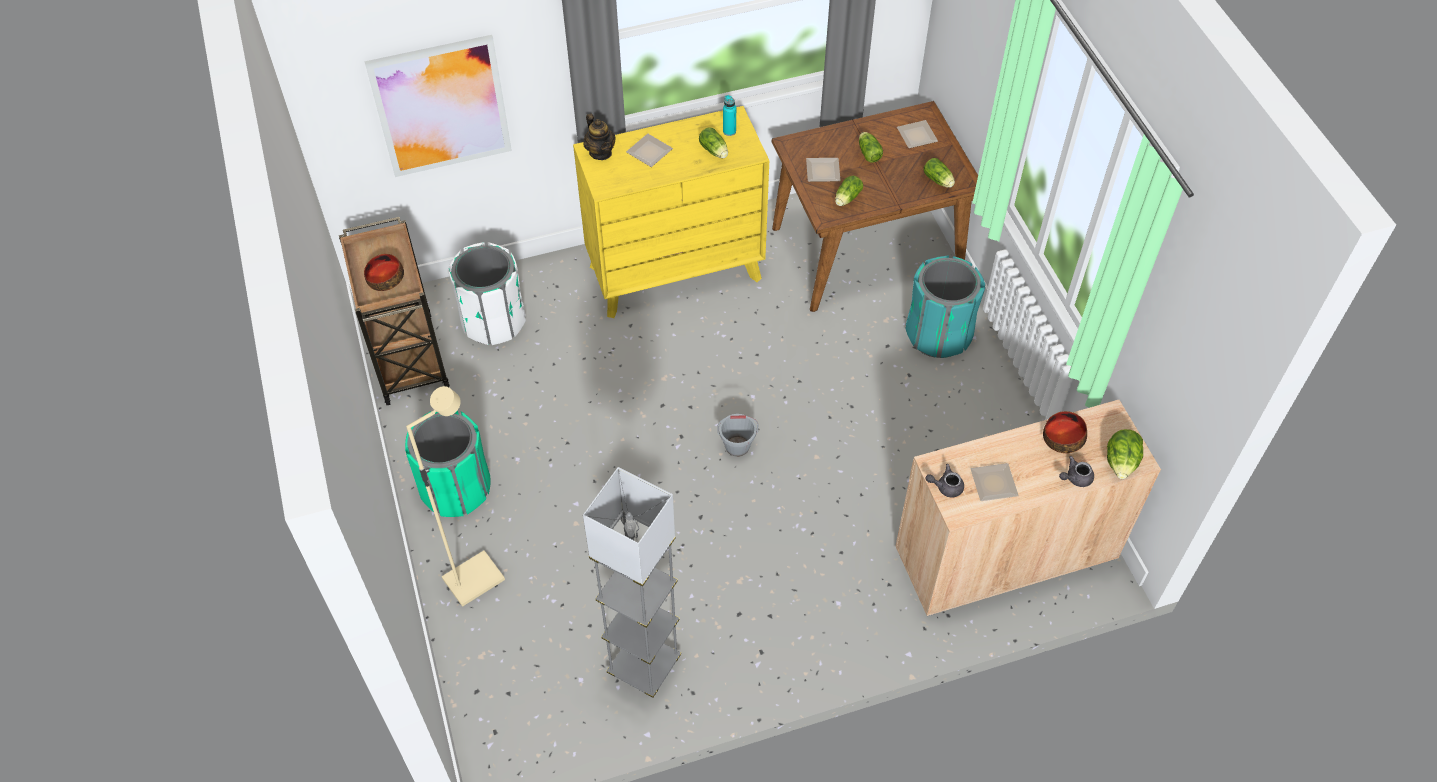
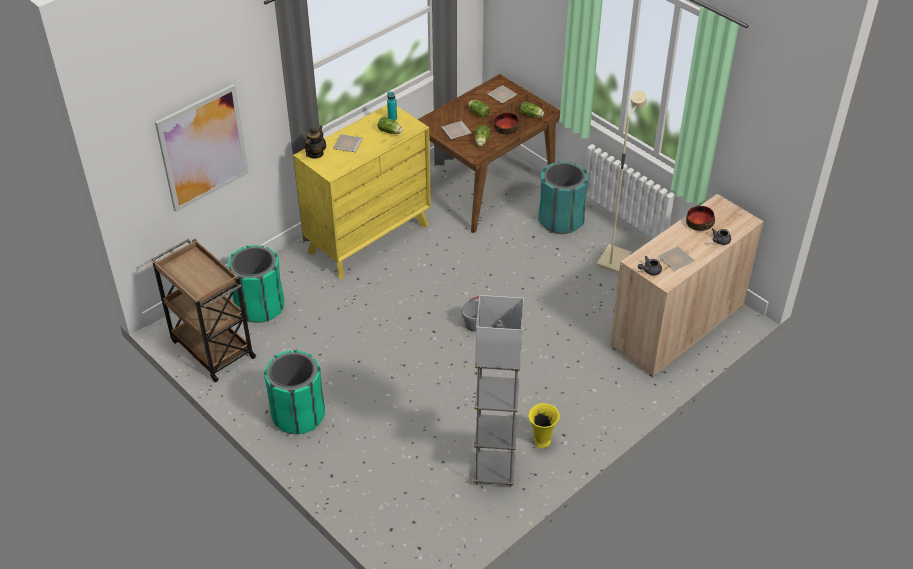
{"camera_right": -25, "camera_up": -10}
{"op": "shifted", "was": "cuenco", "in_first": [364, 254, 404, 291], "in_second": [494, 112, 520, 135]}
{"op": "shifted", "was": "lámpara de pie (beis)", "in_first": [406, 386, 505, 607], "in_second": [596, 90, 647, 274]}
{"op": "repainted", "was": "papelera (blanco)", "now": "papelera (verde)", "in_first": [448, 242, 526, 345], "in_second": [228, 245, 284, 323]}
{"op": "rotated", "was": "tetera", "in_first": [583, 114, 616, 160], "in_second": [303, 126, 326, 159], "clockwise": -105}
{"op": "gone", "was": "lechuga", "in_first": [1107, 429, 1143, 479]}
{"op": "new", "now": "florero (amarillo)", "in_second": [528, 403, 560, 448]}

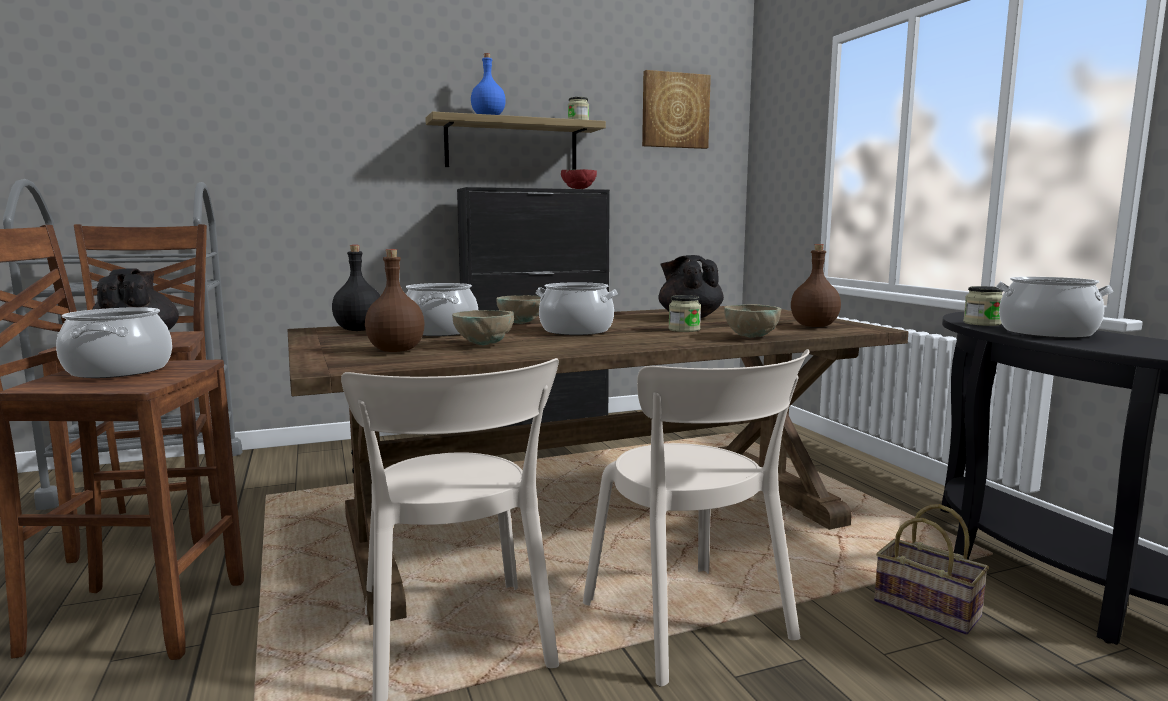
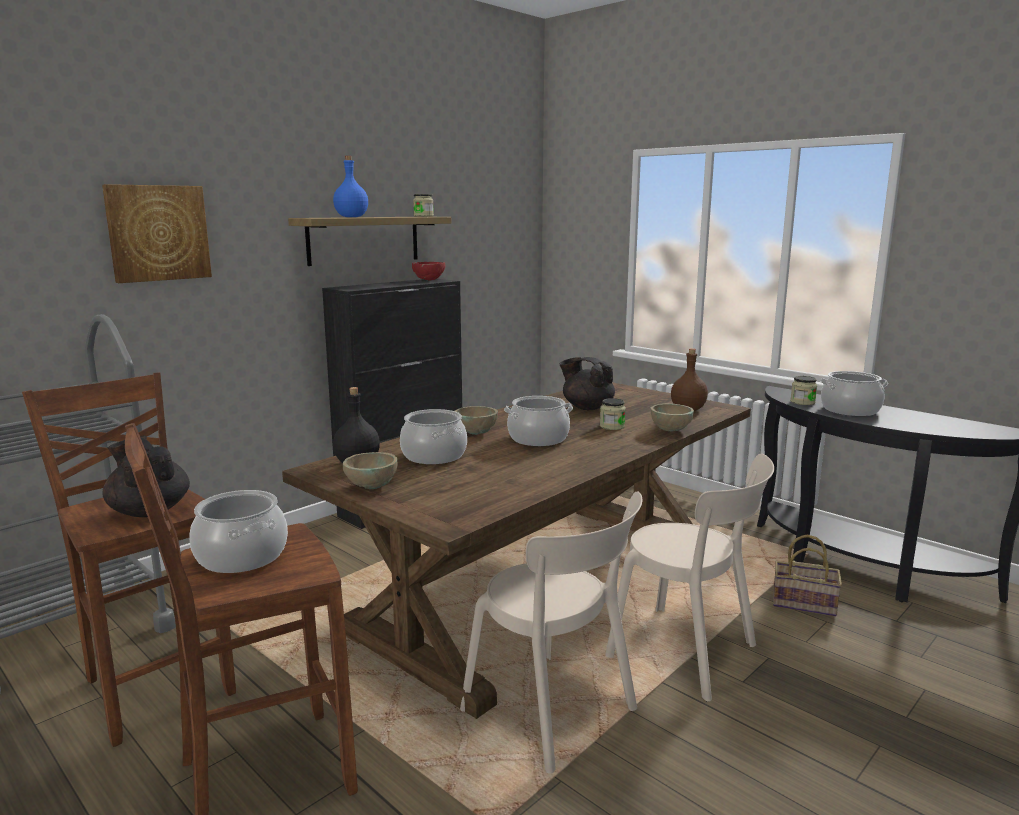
{"camera_right": -25, "camera_up": 5}
{"op": "gone", "was": "botella (marrón)", "in_first": [365, 249, 425, 352]}
{"op": "shifted", "was": "cuenco (beis)", "in_first": [452, 310, 514, 345], "in_second": [343, 452, 398, 489]}
{"op": "shifted", "was": "cuadro", "in_first": [642, 70, 711, 149], "in_second": [102, 184, 212, 283]}

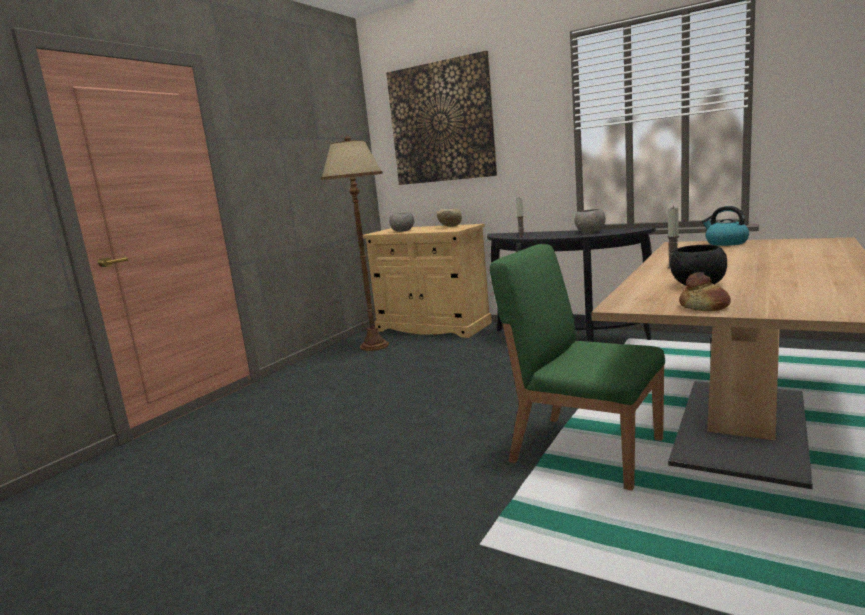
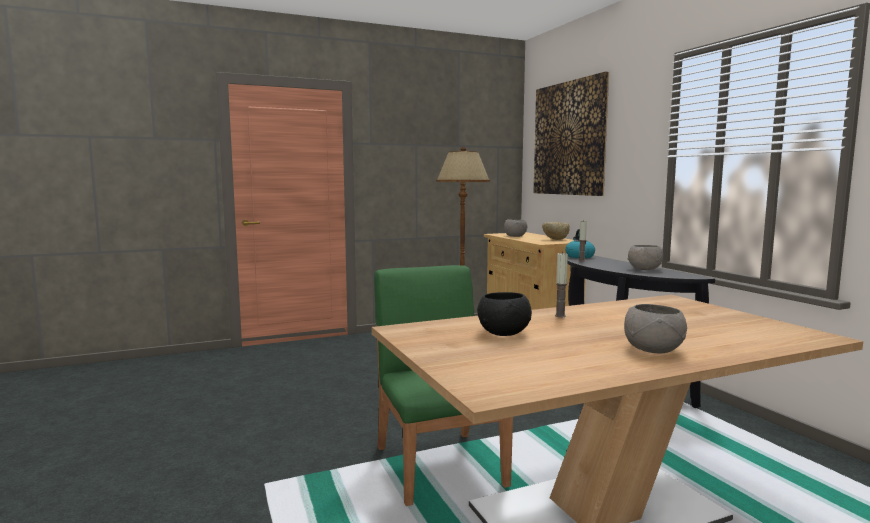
{"camera_right": 35, "camera_up": -5}
{"op": "gone", "was": "pan", "in_first": [679, 272, 731, 311]}
{"op": "shifted", "was": "hervidor", "in_first": [702, 206, 749, 246], "in_second": [565, 229, 595, 258]}
{"op": "new", "now": "cuenco (gris)", "in_second": [624, 304, 687, 353]}

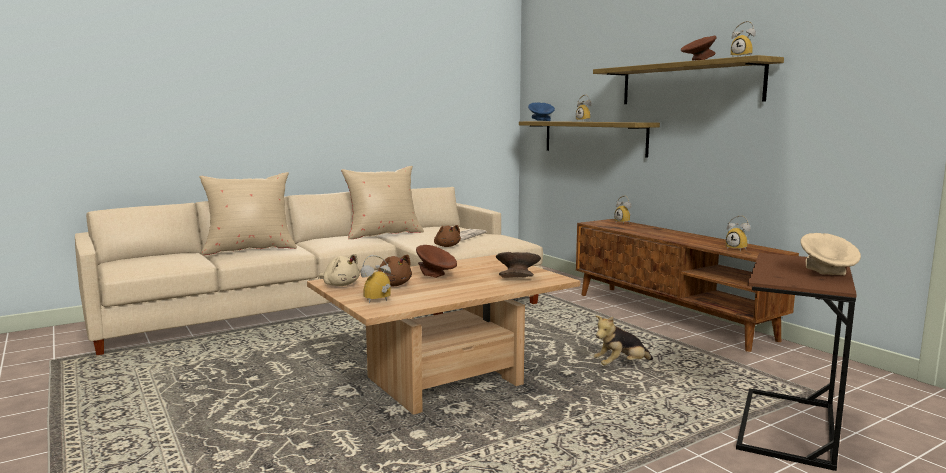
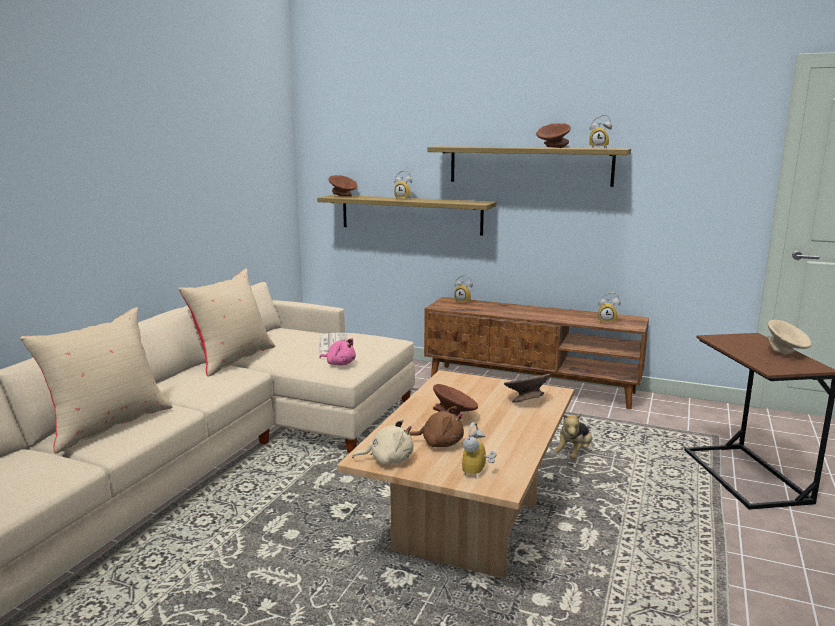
{"camera_right": -35, "camera_up": 5}
{"op": "repainted", "was": "peluche (marrón)", "now": "peluche (rosa)", "in_first": [434, 225, 461, 247], "in_second": [319, 338, 356, 366]}
{"op": "repainted", "was": "cuenco (azul)", "now": "cuenco (marrón)", "in_first": [528, 103, 555, 121], "in_second": [329, 175, 357, 196]}

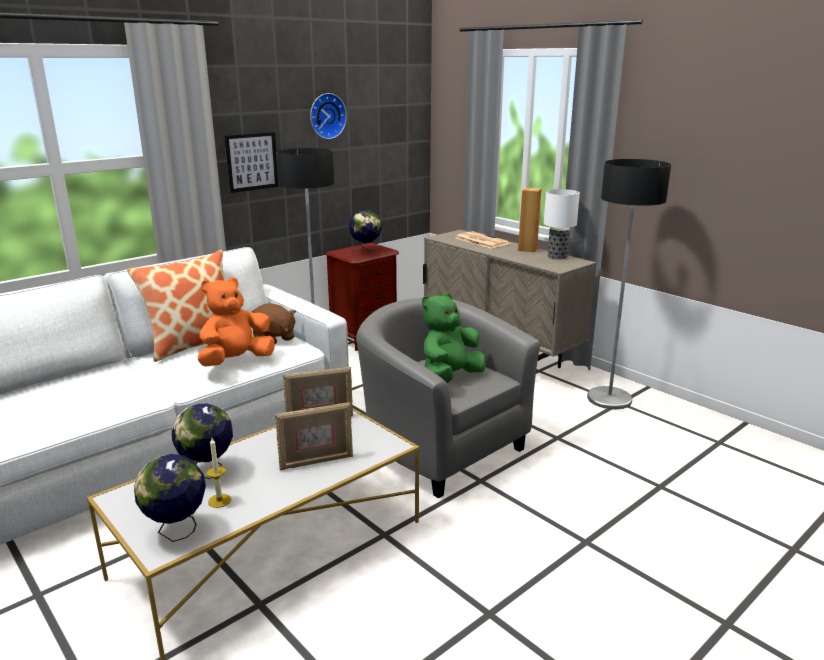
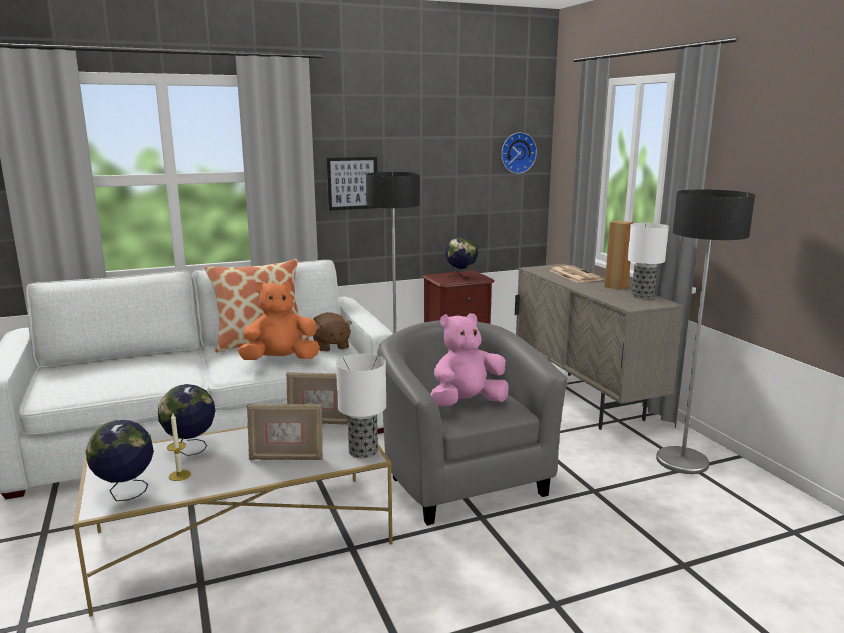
{"camera_right": 20, "camera_up": -5}
{"op": "shifted", "was": "reloj de pared", "in_first": [310, 93, 347, 139], "in_second": [501, 132, 537, 174]}
{"op": "repainted", "was": "peluche (verde)", "now": "peluche (rosa)", "in_first": [422, 292, 486, 383], "in_second": [430, 313, 509, 406]}
{"op": "new", "now": "lámpara de mesa", "in_second": [336, 354, 386, 459]}

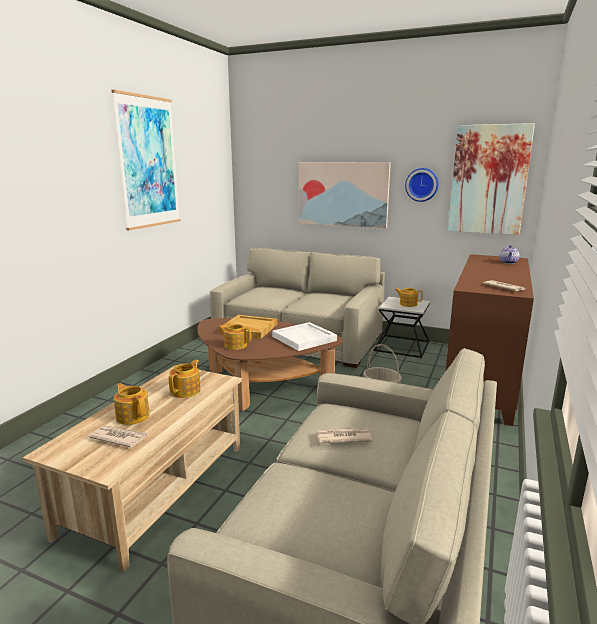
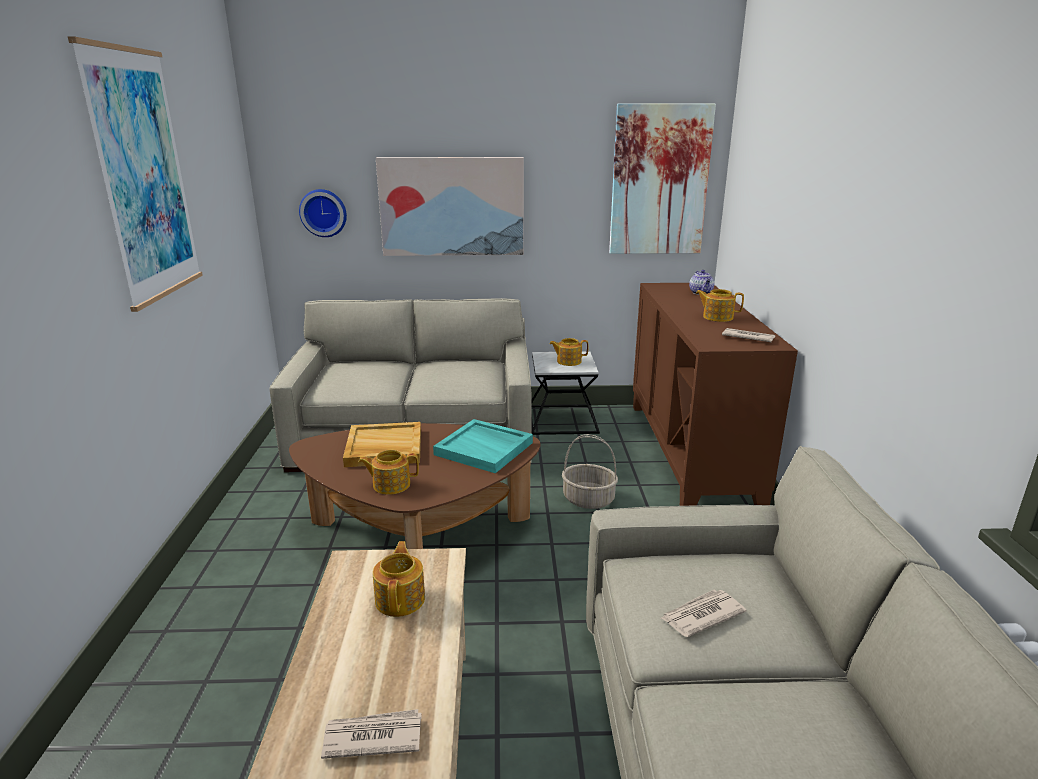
{"camera_right": -25, "camera_up": 5}
{"op": "shifted", "was": "tetera", "in_first": [114, 383, 150, 425], "in_second": [695, 289, 744, 322]}
{"op": "repainted", "was": "bandeja (blanco)", "now": "bandeja (turquesa)", "in_first": [272, 322, 337, 351], "in_second": [433, 419, 533, 473]}
{"op": "shifted", "was": "reloj de pared", "in_first": [405, 168, 438, 202], "in_second": [299, 189, 347, 237]}

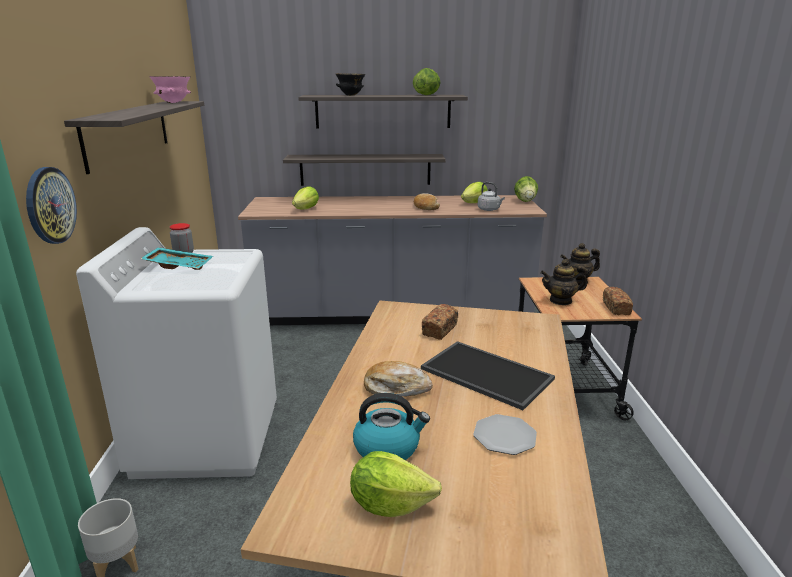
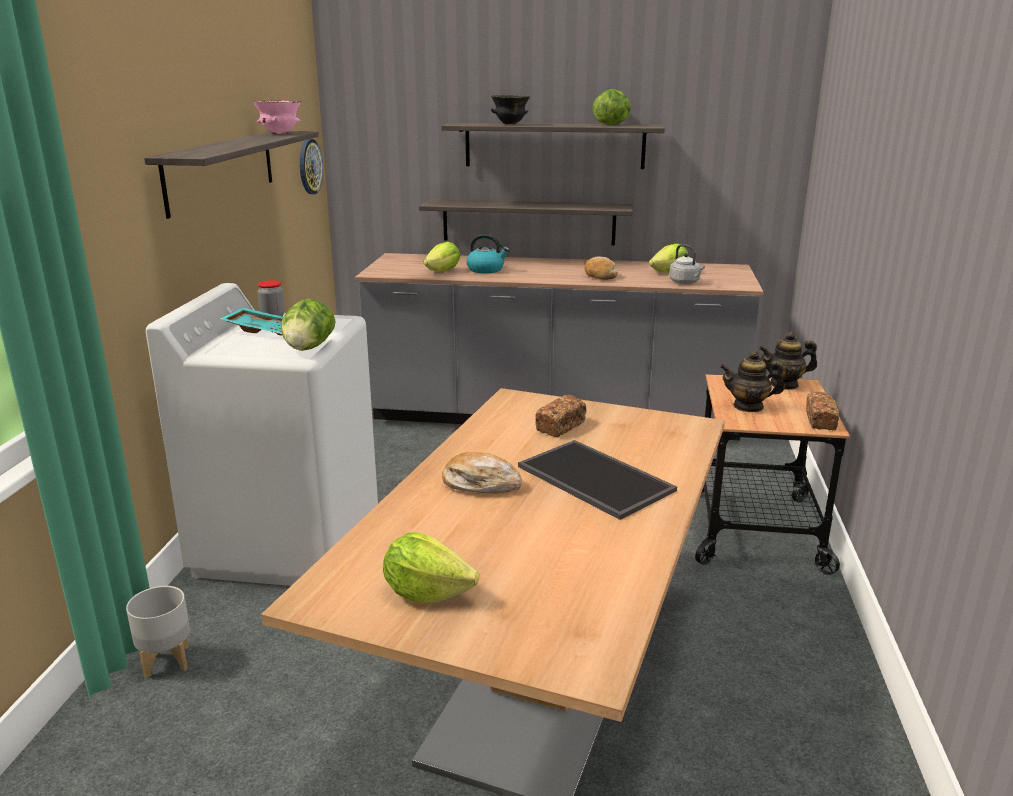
{"camera_right": 10, "camera_up": 0}
{"op": "shifted", "was": "reloj de pared", "in_first": [26, 167, 77, 244], "in_second": [300, 139, 323, 194]}
{"op": "shifted", "was": "hervidor", "in_first": [353, 393, 430, 460], "in_second": [467, 234, 509, 273]}
{"op": "gone", "was": "plato", "in_first": [473, 414, 537, 455]}
{"op": "shifted", "was": "lechuga", "in_first": [514, 176, 538, 202], "in_second": [281, 299, 335, 351]}

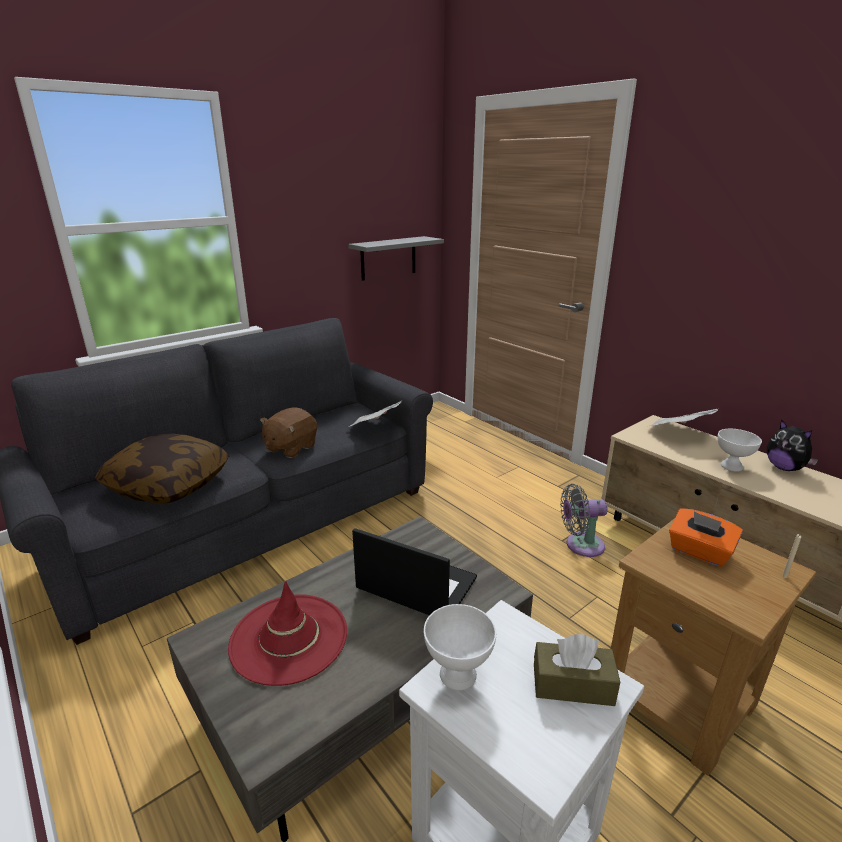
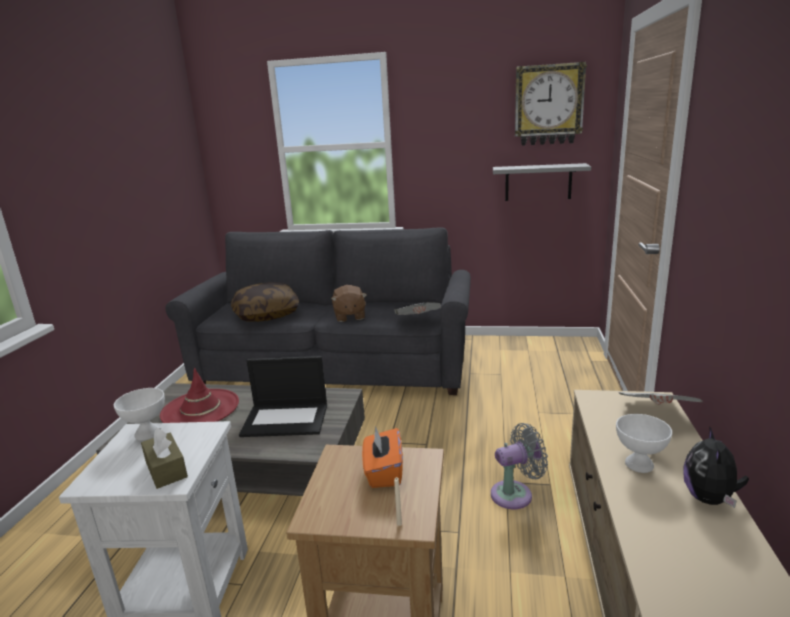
{"camera_right": 50, "camera_up": -5}
{"op": "rotated", "was": "peluche (marrón)", "in_first": [260, 407, 317, 458], "in_second": [331, 285, 367, 322], "clockwise": -90}
{"op": "rotated", "was": "portátil", "in_first": [352, 528, 477, 615], "in_second": [239, 356, 327, 437], "clockwise": 105}
{"op": "rotated", "was": "ventilador (gris)", "in_first": [560, 484, 608, 557], "in_second": [491, 423, 548, 509], "clockwise": 120}
{"op": "new", "now": "reloj de pared", "in_second": [515, 62, 587, 146]}

